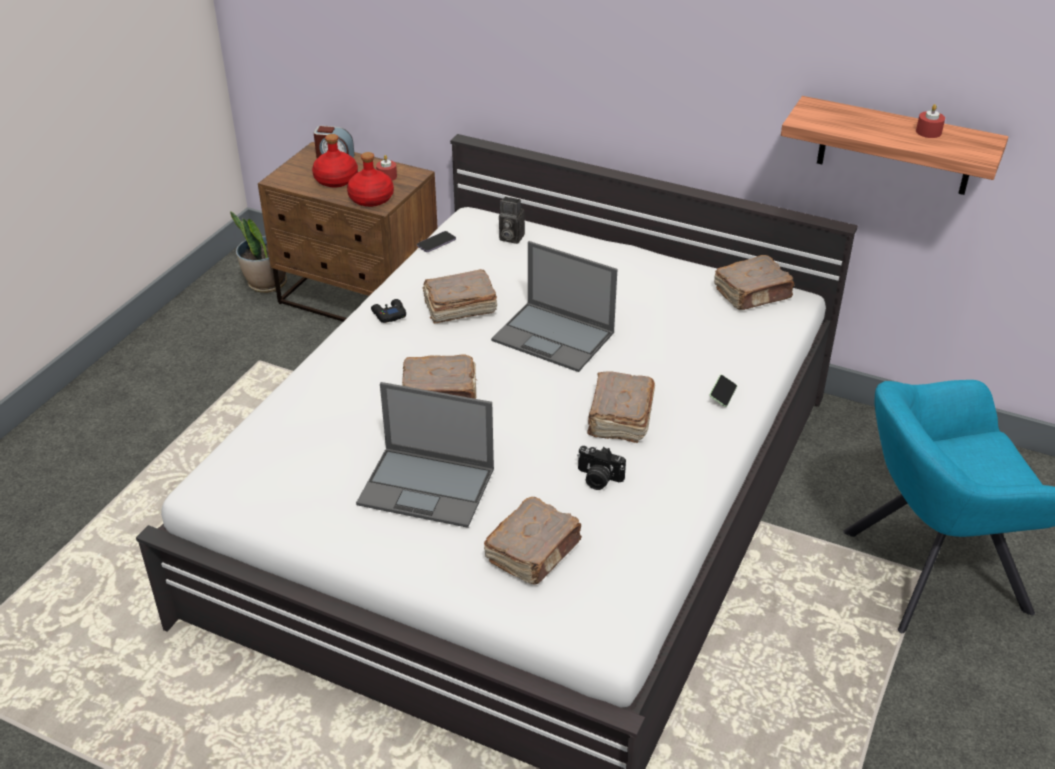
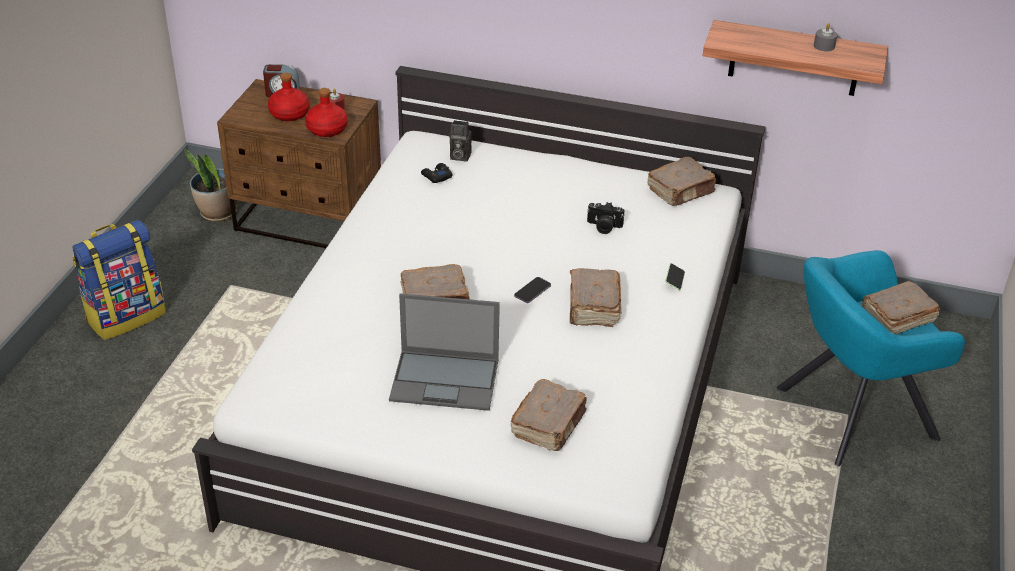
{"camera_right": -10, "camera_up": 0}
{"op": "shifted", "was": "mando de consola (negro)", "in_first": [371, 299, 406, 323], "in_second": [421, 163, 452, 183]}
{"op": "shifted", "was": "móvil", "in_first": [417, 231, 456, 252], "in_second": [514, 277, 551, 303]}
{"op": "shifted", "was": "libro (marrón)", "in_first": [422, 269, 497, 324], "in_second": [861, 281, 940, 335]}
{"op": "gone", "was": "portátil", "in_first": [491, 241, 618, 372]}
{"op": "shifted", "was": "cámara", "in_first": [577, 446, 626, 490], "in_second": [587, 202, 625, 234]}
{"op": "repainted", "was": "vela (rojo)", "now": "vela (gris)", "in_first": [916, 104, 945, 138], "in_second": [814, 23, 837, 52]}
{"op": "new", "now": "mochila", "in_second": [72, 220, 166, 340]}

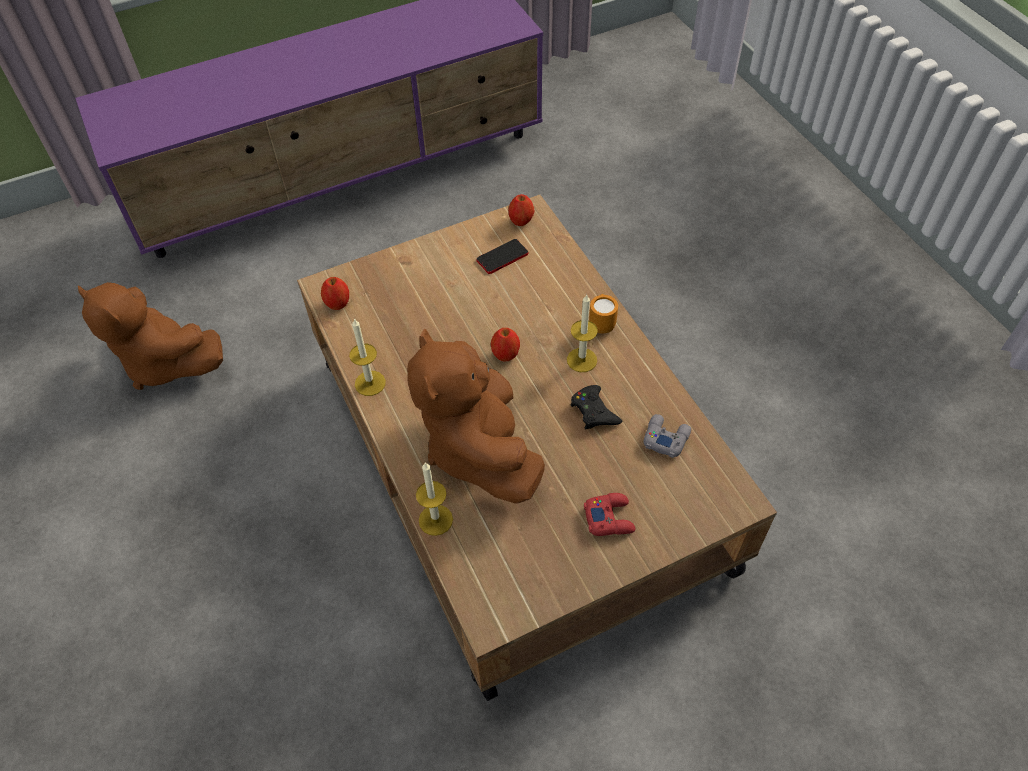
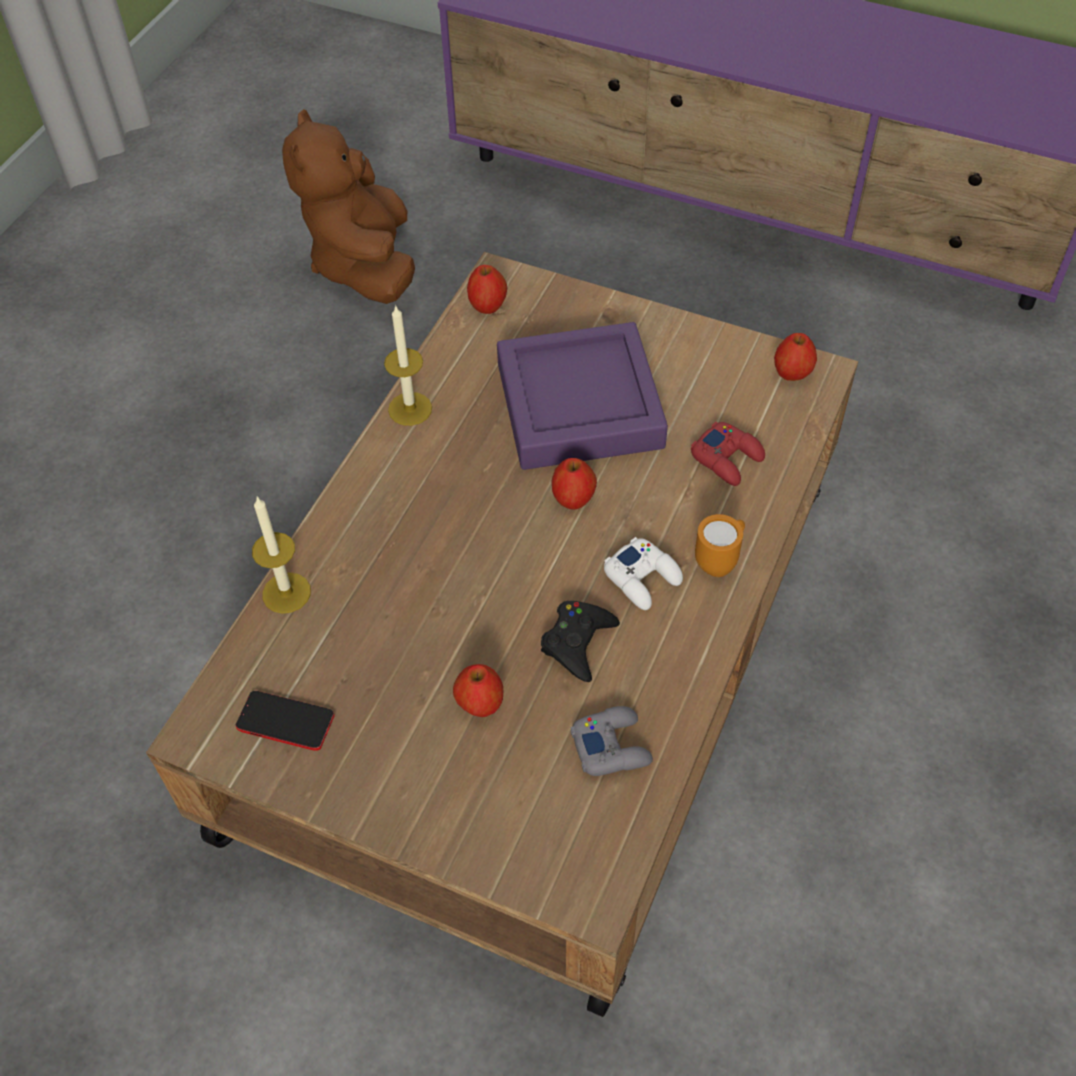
{"camera_right": 50, "camera_up": 0}
{"op": "gone", "was": "peluche (marrón)", "in_first": [407, 329, 545, 504]}
{"op": "shifted", "was": "móvil", "in_first": [476, 239, 529, 274], "in_second": [235, 691, 335, 751]}
{"op": "swapped", "was": "vela", "now": "mando de consola (blanco)", "in_first": [567, 295, 598, 372], "in_second": [604, 537, 683, 610]}
{"op": "shifted", "was": "mando de consola (rojo)", "in_first": [584, 493, 635, 536], "in_second": [691, 422, 765, 486]}
{"op": "new", "now": "manzana", "in_second": [453, 664, 503, 717]}
{"op": "new", "now": "bandeja (morado)", "in_second": [497, 322, 668, 470]}

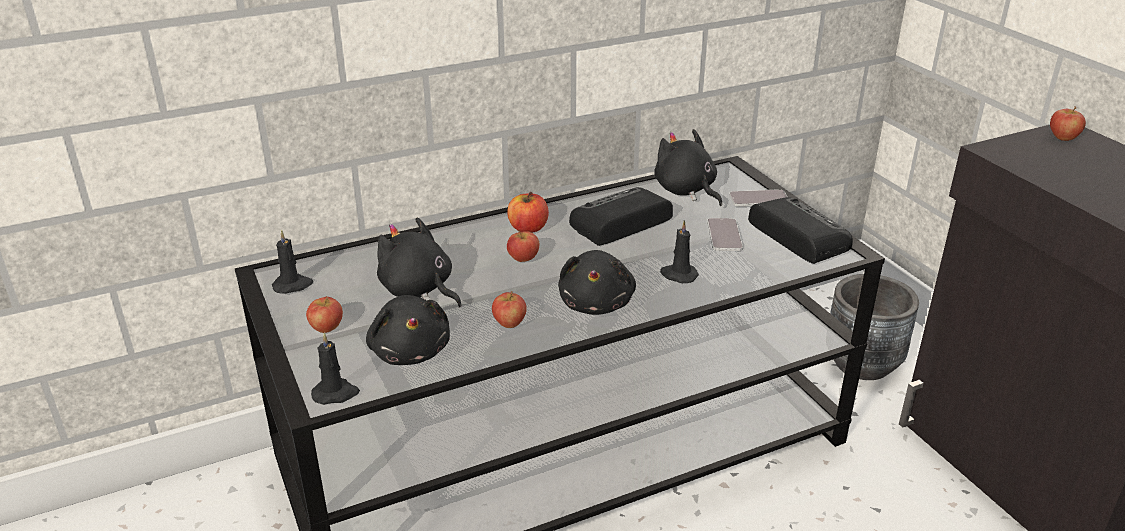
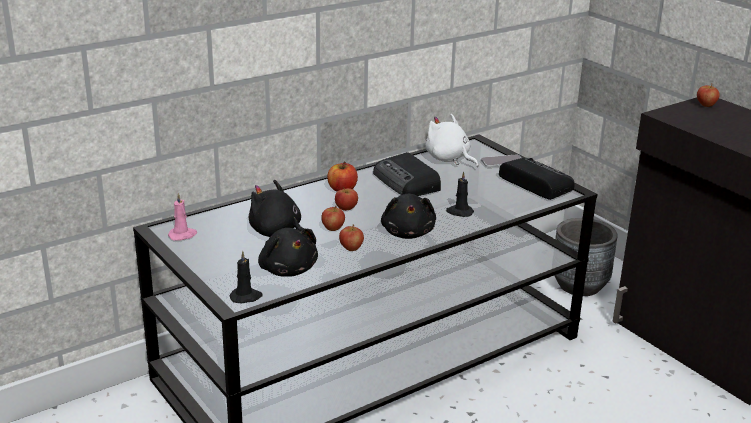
{"camera_right": -10, "camera_up": -5}
{"op": "repainted", "was": "vela (negro)", "now": "vela (rosa)", "in_first": [272, 230, 313, 294], "in_second": [168, 192, 197, 240]}
{"op": "shifted", "was": "manzana", "in_first": [306, 296, 343, 333], "in_second": [321, 205, 345, 231]}
{"op": "rotated", "was": "radio", "in_first": [569, 187, 673, 246], "in_second": [373, 152, 441, 196], "clockwise": -75}
{"op": "repainted", "was": "peluche (negro)", "now": "peluche (blanco)", "in_first": [654, 129, 722, 206], "in_second": [426, 114, 478, 167]}
{"op": "gone", "was": "móvil", "in_first": [707, 218, 743, 251]}

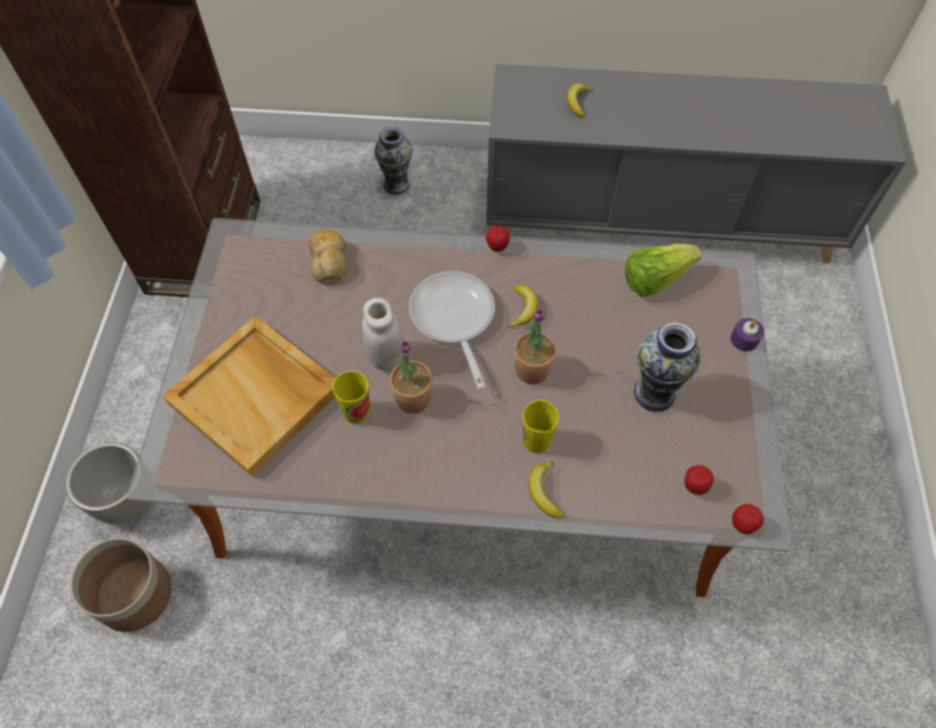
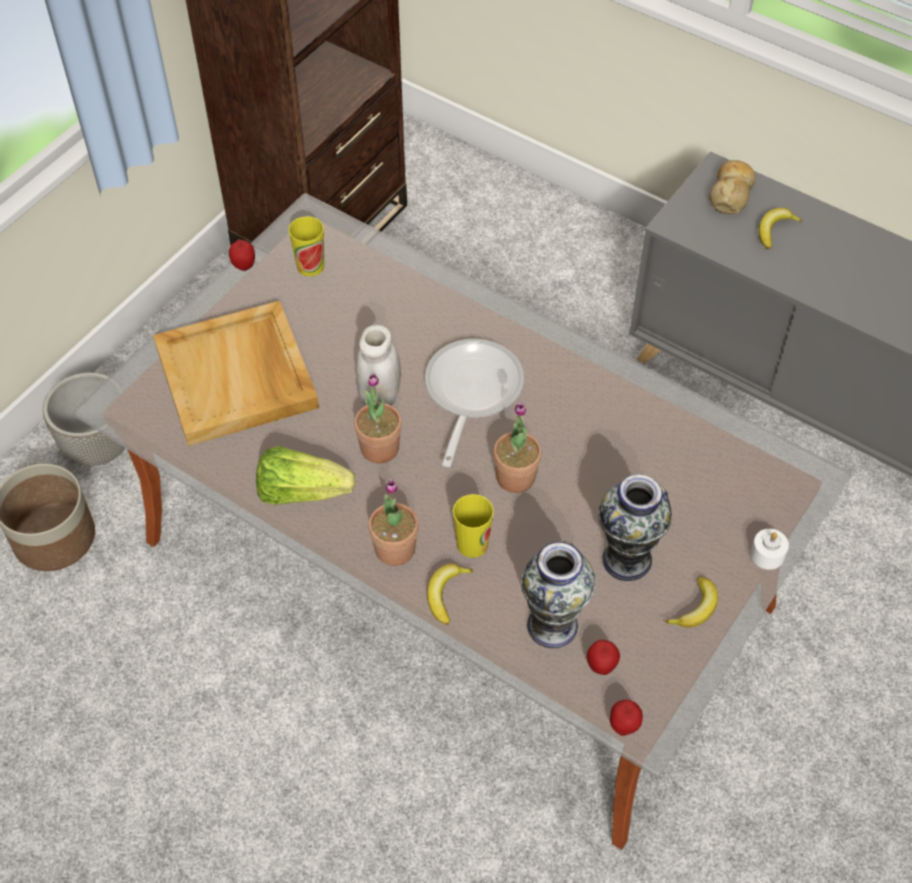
{"camera_right": 30, "camera_up": -5}
{"op": "shifted", "was": "pan", "in_first": [309, 230, 348, 285], "in_second": [709, 160, 756, 214]}
{"op": "shifted", "was": "taza", "in_first": [332, 371, 370, 424], "in_second": [288, 216, 324, 276]}
{"op": "shifted", "was": "florero", "in_first": [374, 127, 413, 195], "in_second": [521, 541, 596, 648]}
{"op": "shifted", "was": "manzana", "in_first": [486, 226, 510, 252], "in_second": [229, 240, 255, 271]}
{"op": "shifted", "was": "plátano", "in_first": [507, 285, 538, 328], "in_second": [664, 577, 718, 628]}
{"op": "shifted", "was": "lechuga", "in_first": [625, 244, 702, 297], "in_second": [256, 446, 355, 505]}
{"op": "repainted", "was": "vela (morado)", "now": "vela (blanco)", "in_first": [731, 318, 764, 351], "in_second": [750, 529, 789, 570]}
{"op": "new", "now": "planta en maceta", "in_second": [369, 479, 419, 566]}

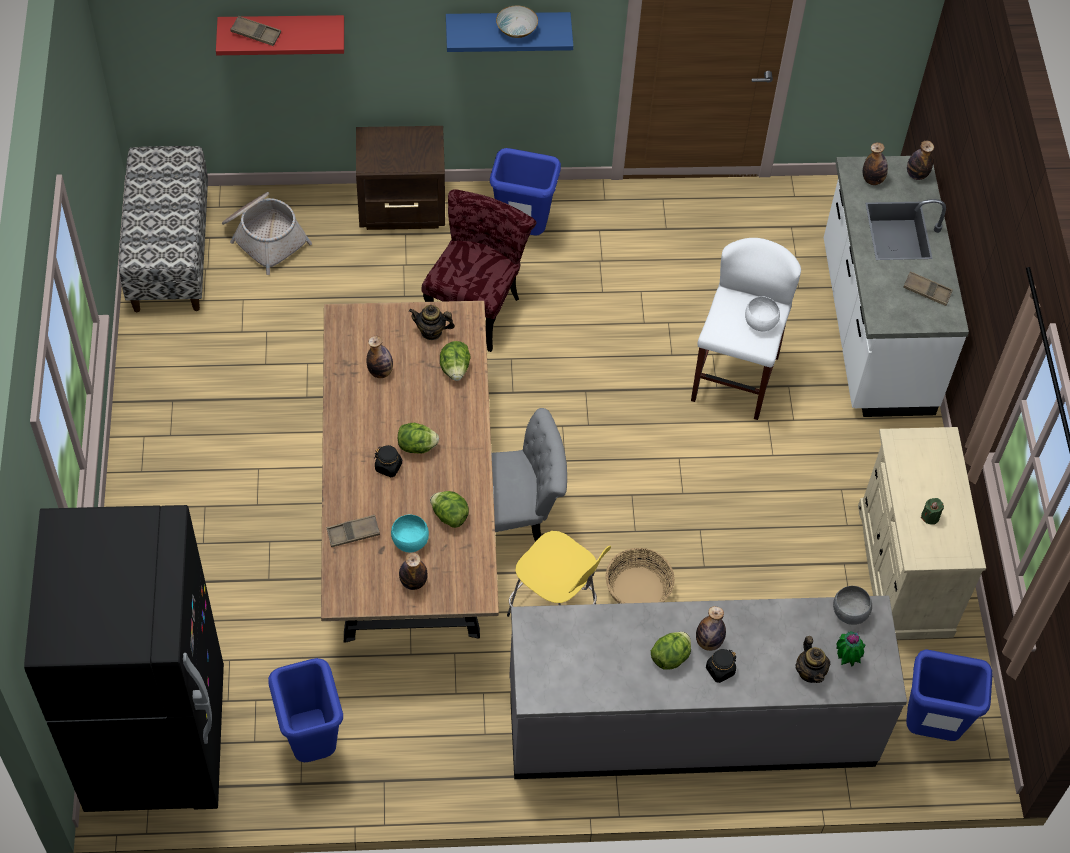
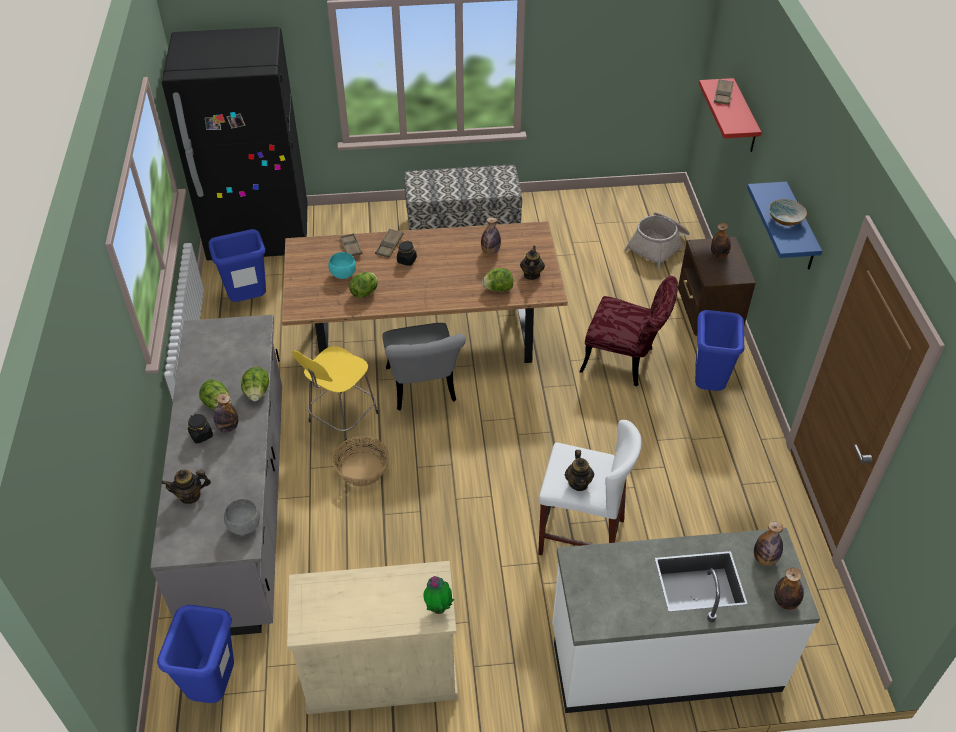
{"camera_right": 90, "camera_up": -10}
{"op": "shifted", "was": "banco", "in_first": [119, 146, 208, 312], "in_second": [404, 165, 522, 230]}
{"op": "shifted", "was": "lechuga", "in_first": [398, 423, 439, 454], "in_second": [241, 367, 269, 401]}
{"op": "shifted", "was": "botella", "in_first": [399, 552, 428, 590], "in_second": [711, 223, 731, 258]}
{"op": "swapped", "was": "cuenco (blanco)", "now": "tetera", "in_first": [745, 296, 780, 332], "in_second": [565, 450, 595, 491]}
{"op": "shifted", "was": "planta en maceta", "in_first": [836, 631, 865, 666], "in_second": [424, 576, 454, 614]}
{"op": "shifted", "was": "bandeja (marrón)", "in_first": [903, 271, 953, 306], "in_second": [375, 229, 403, 258]}
{"op": "gone", "was": "vela (verde)", "in_first": [921, 498, 944, 525]}

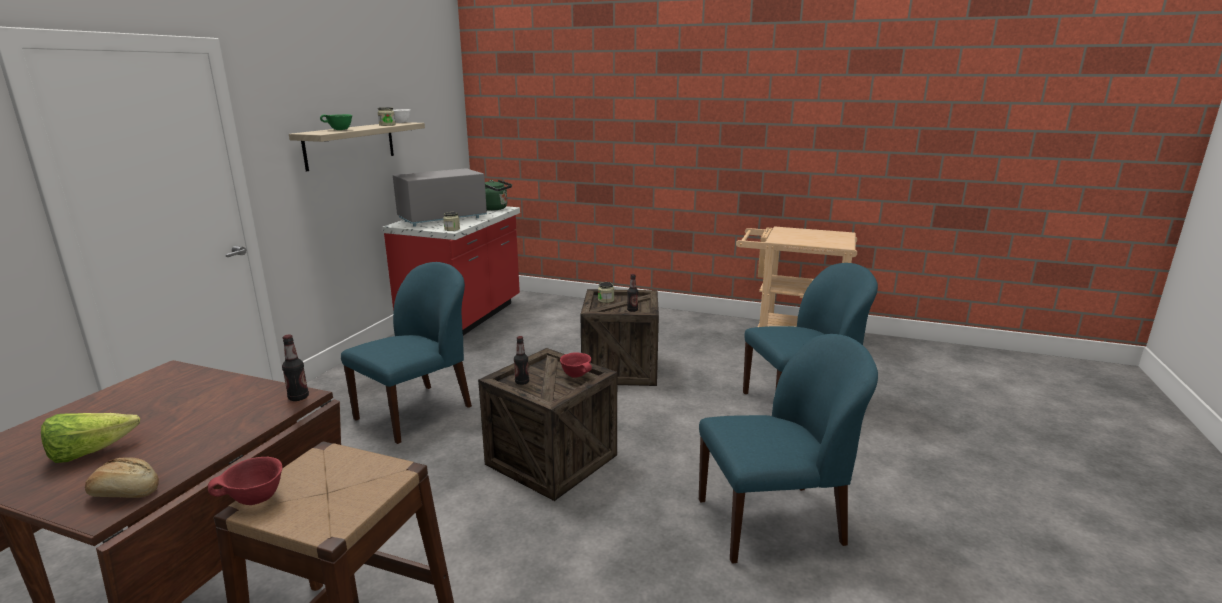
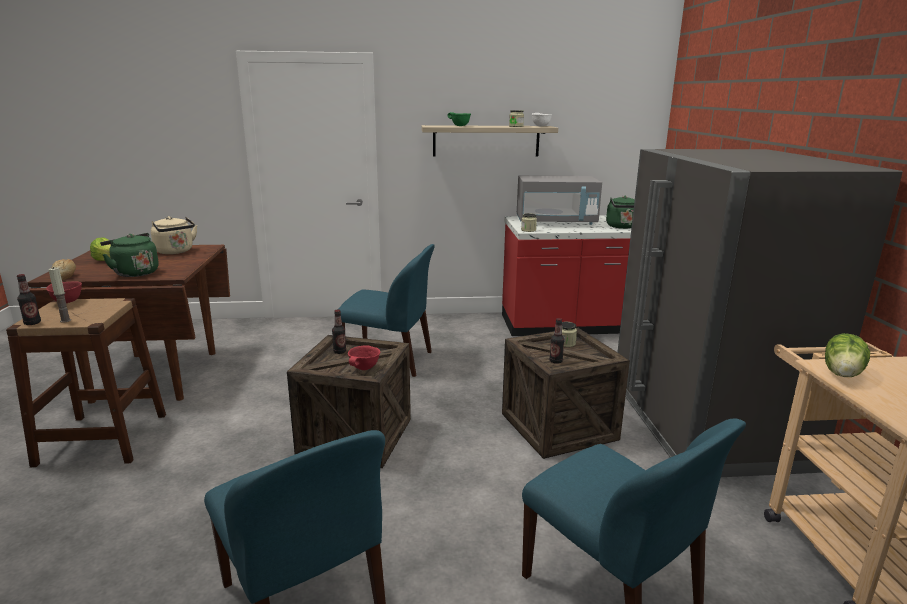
{"camera_right": 65, "camera_up": 0}
{"op": "shifted", "was": "botella", "in_first": [282, 334, 309, 401], "in_second": [17, 274, 41, 325]}
{"op": "rotated", "was": "microondas (gris)", "in_first": [393, 168, 487, 227], "in_second": [517, 175, 602, 225], "clockwise": 150}
{"op": "new", "now": "vela", "in_second": [48, 267, 71, 323]}
{"op": "new", "now": "hervidor (verde)", "in_second": [100, 233, 159, 277]}
{"op": "new", "now": "hervidor (beis)", "in_second": [151, 216, 197, 254]}
{"op": "new", "now": "nevera (gris)", "in_second": [618, 149, 903, 477]}
{"op": "new", "now": "lechuga", "in_second": [825, 333, 870, 377]}

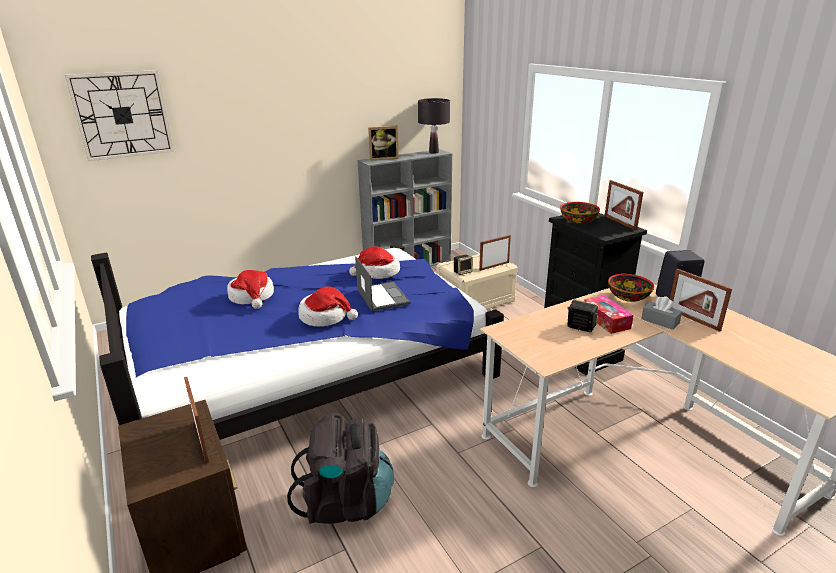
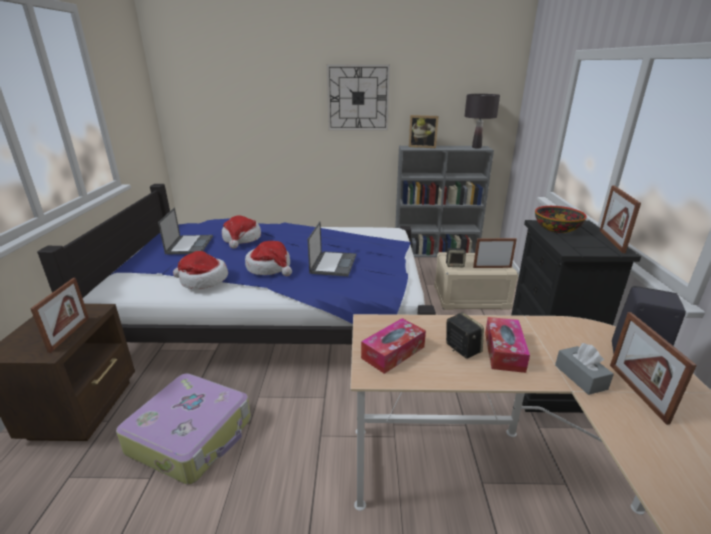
{"camera_right": 30, "camera_up": 0}
{"op": "shifted", "was": "reloj de pared", "in_first": [65, 70, 174, 161], "in_second": [327, 64, 390, 131]}
{"op": "swapped", "was": "mochila (negro)", "now": "maleta", "in_first": [287, 413, 394, 524], "in_second": [116, 373, 251, 484]}
{"op": "shifted", "was": "sombrero", "in_first": [349, 246, 400, 279], "in_second": [173, 251, 228, 289]}
{"op": "gone", "was": "cuenco", "in_first": [608, 274, 654, 302]}
{"op": "new", "now": "portátil", "in_second": [158, 208, 213, 255]}
{"op": "new", "now": "caja de pañuelos", "in_second": [361, 318, 426, 374]}

